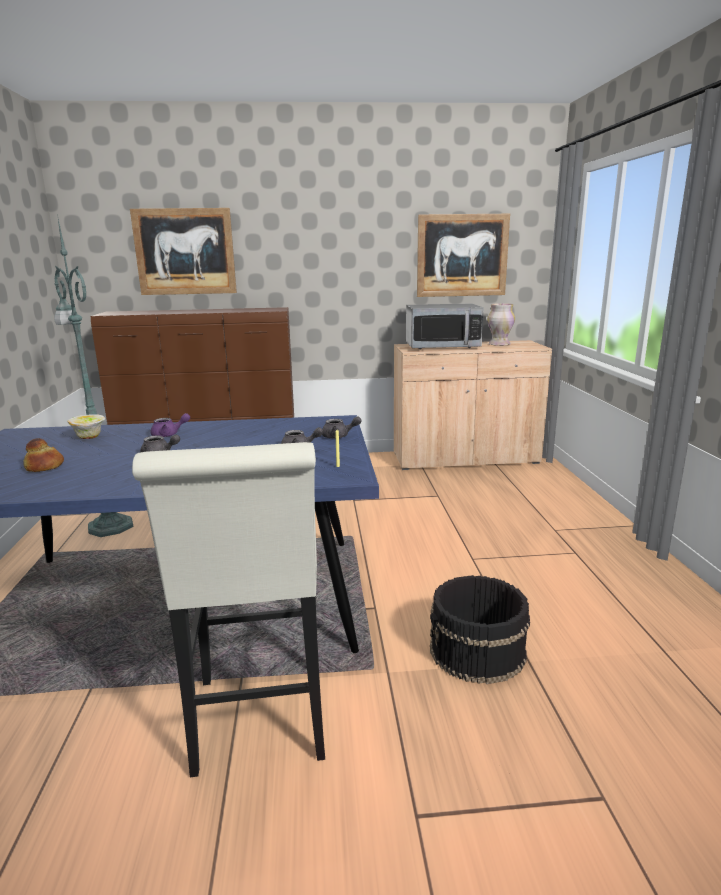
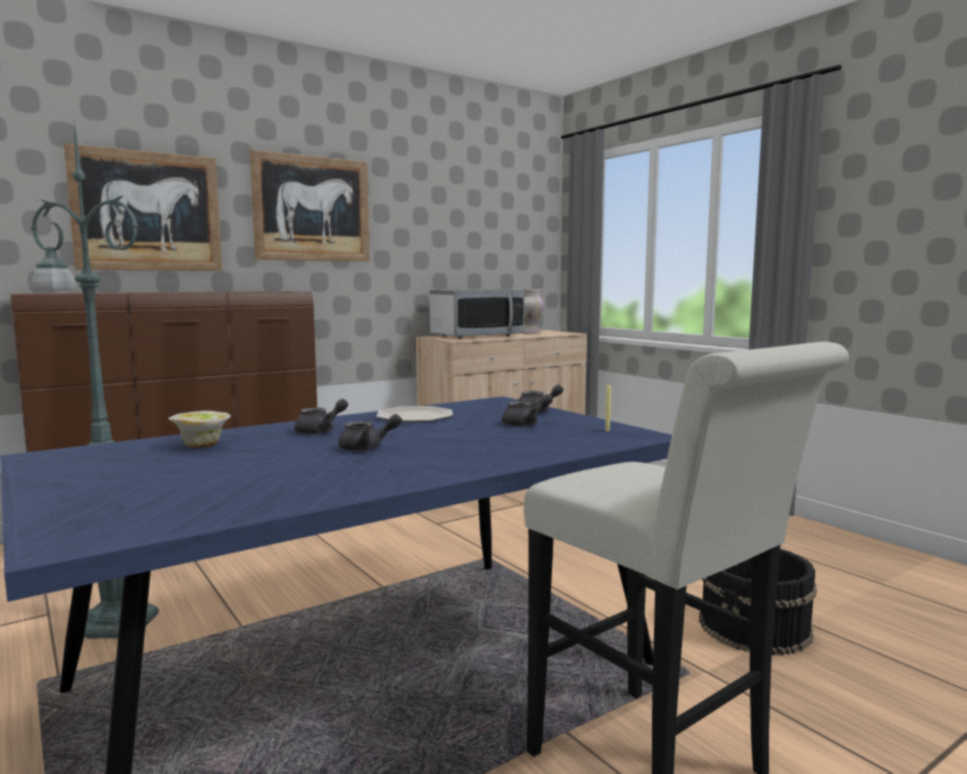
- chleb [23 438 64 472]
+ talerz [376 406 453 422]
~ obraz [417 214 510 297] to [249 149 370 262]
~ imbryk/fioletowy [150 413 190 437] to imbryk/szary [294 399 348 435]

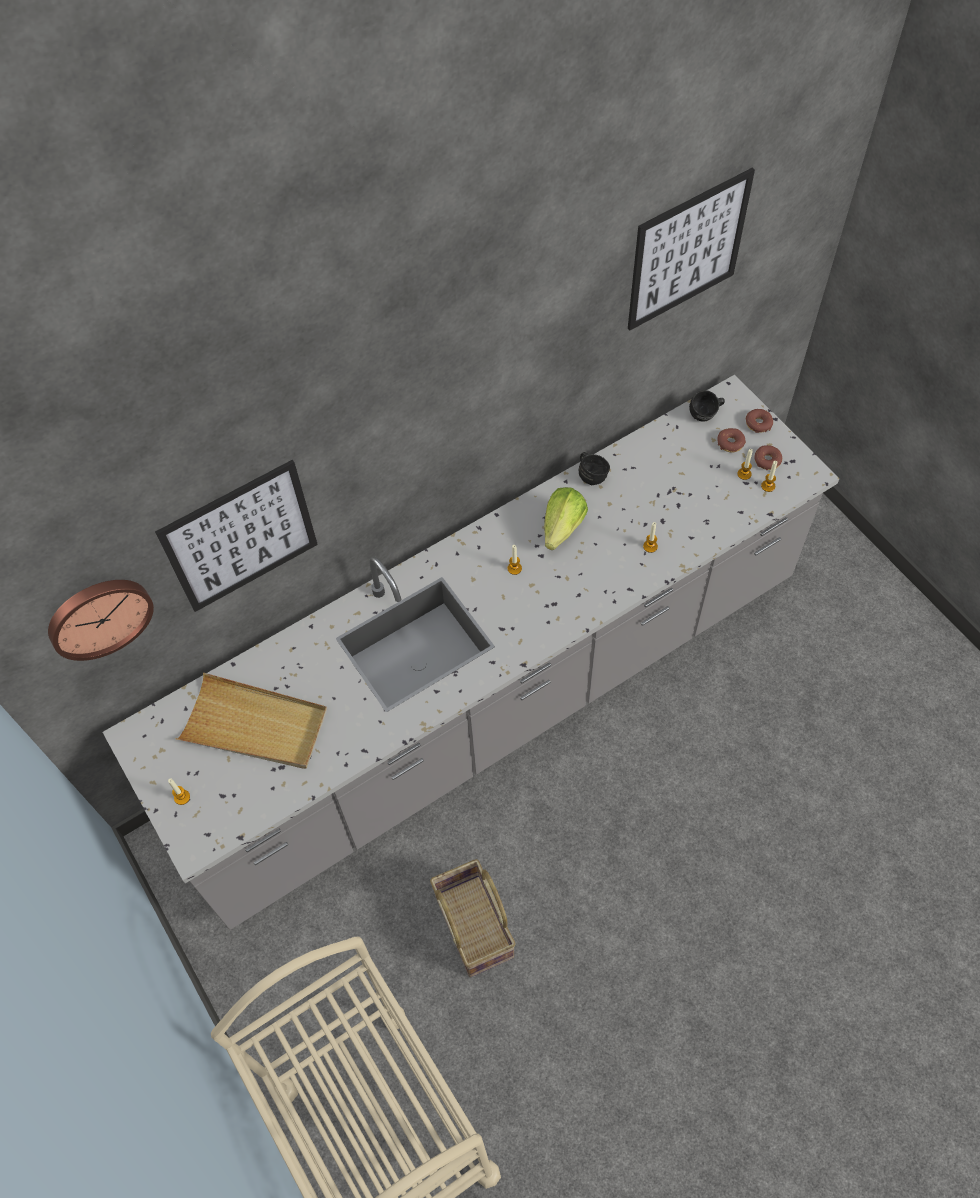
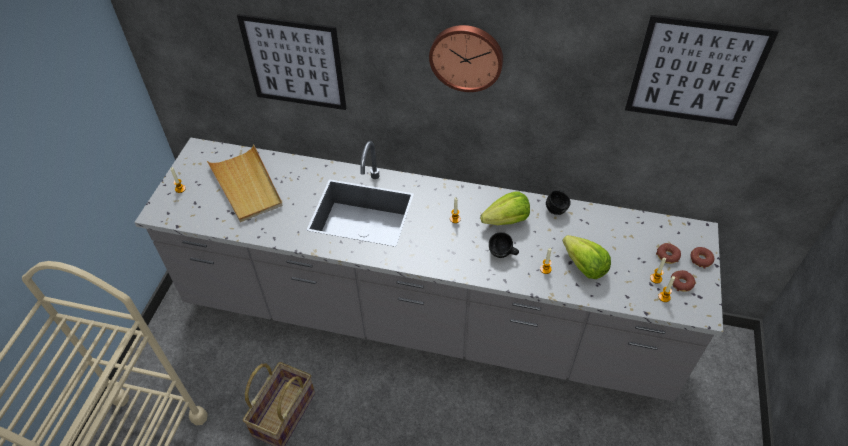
+ sałata [562 235 611 279]
~ zegar ścienny [48 580 154 661] to [429 25 503 92]
~ kubek/czarny [689 390 725 422] to [489 232 519 258]

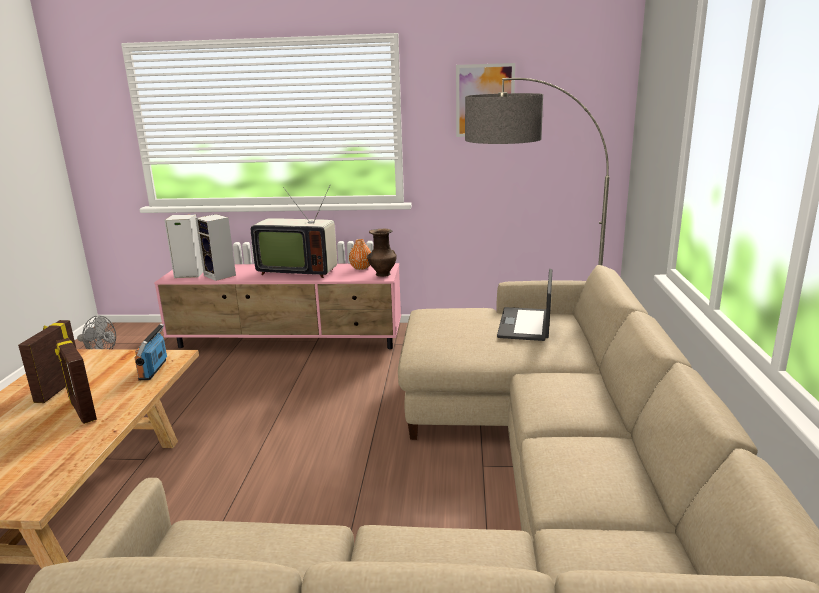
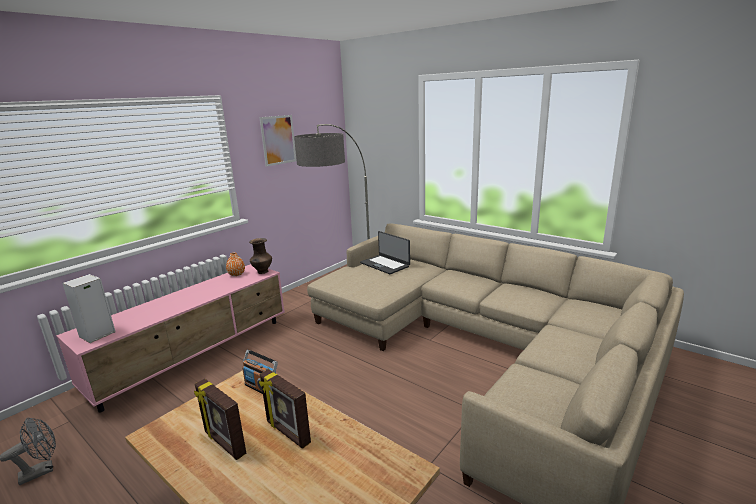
- głośnik [195 214 236 281]
- telewizor [251 186 337 278]
~ ramka na zdjęcie [55 338 97 424] = [259 369 311 449] 45 degrees clockwise

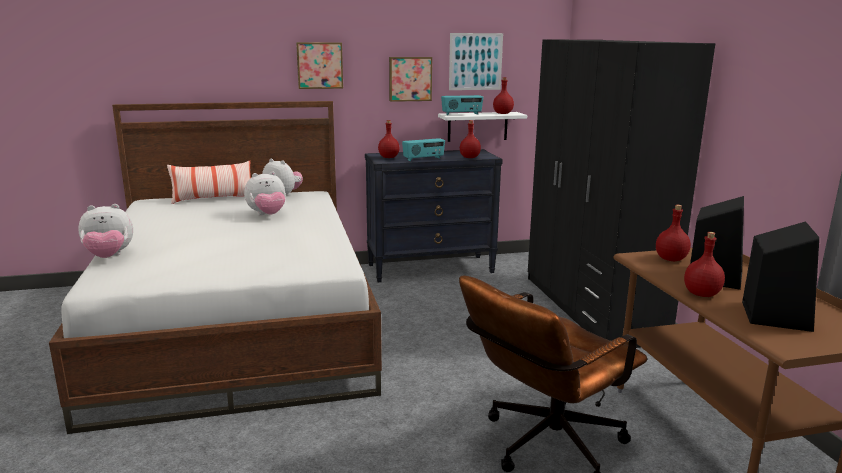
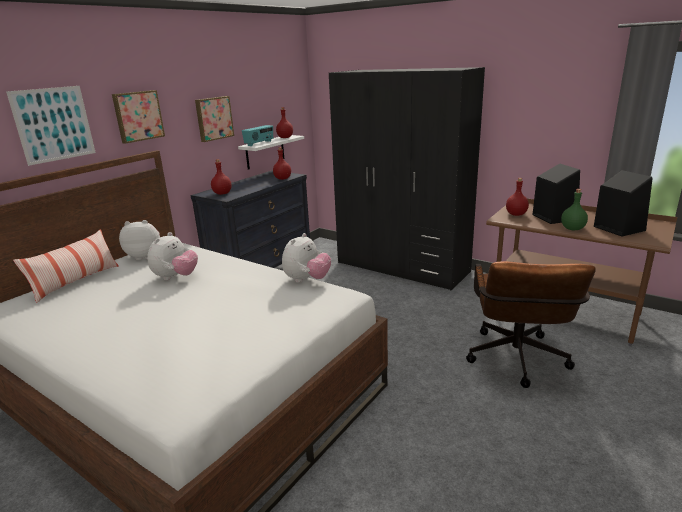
- radio [402 138 445 161]
~ pluszak [78 204 133 258] to [282 233 331 283]
~ obraz [449 33 503 90] to [6 86 96 166]
~ butelka/czerwony [684 232 725 297] to butelka/zielony [561 189 588 230]

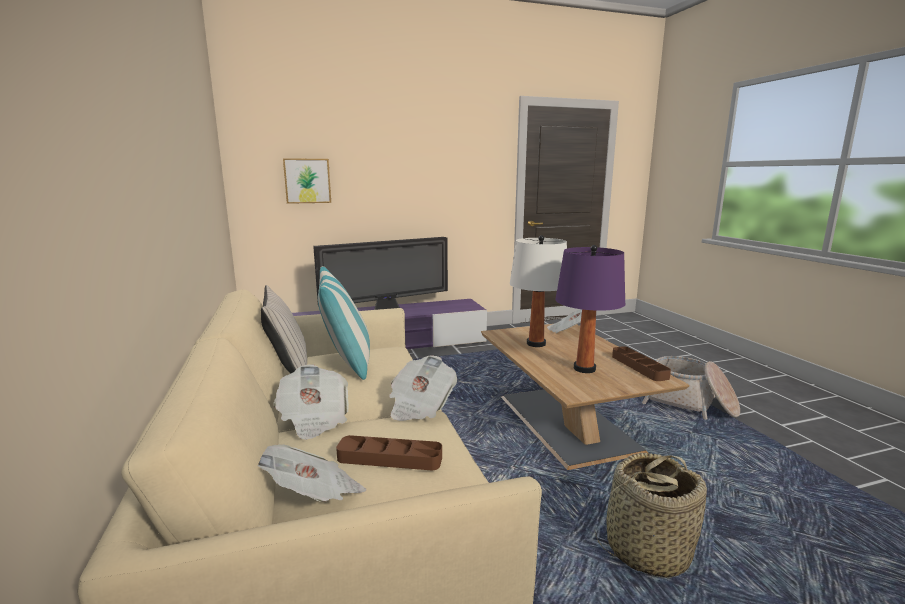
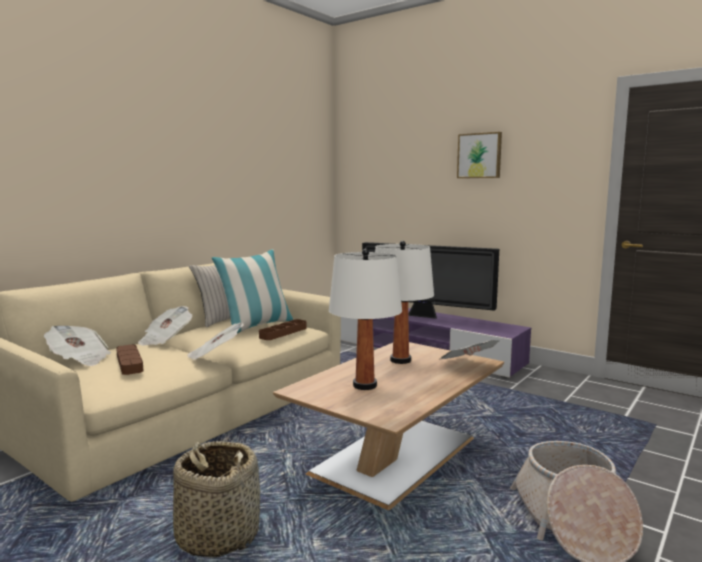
~ obraz [283 158 331 204] to [457 132 502 178]
~ taca/brązowy [612 346 671 381] to [259 319 307 340]
~ lampa stołowa/fioletowy [555 245 625 373] to lampa stołowa/biały [329 249 402 390]

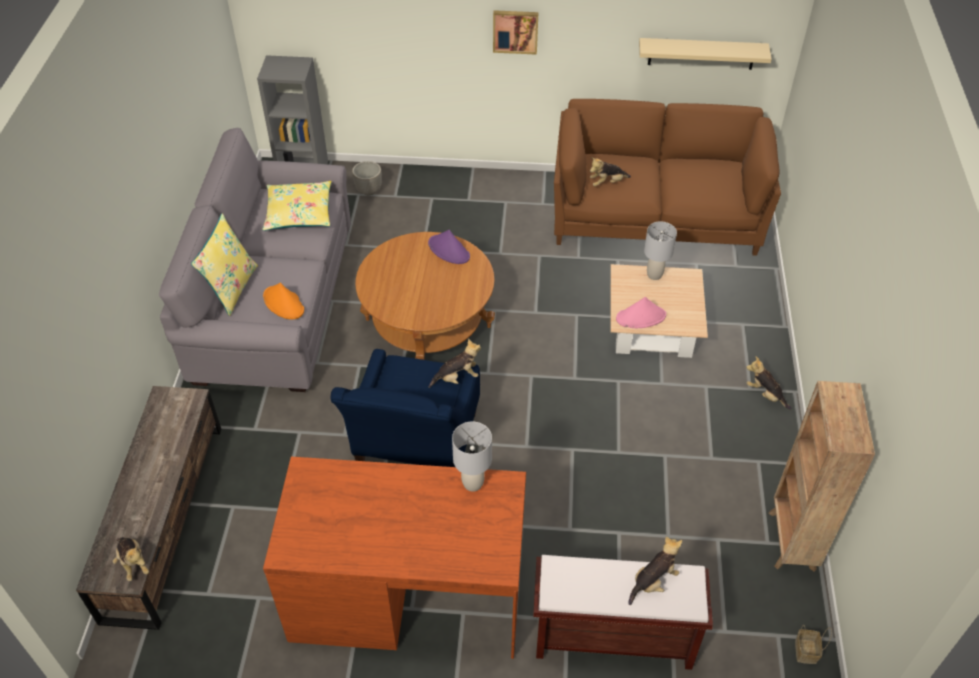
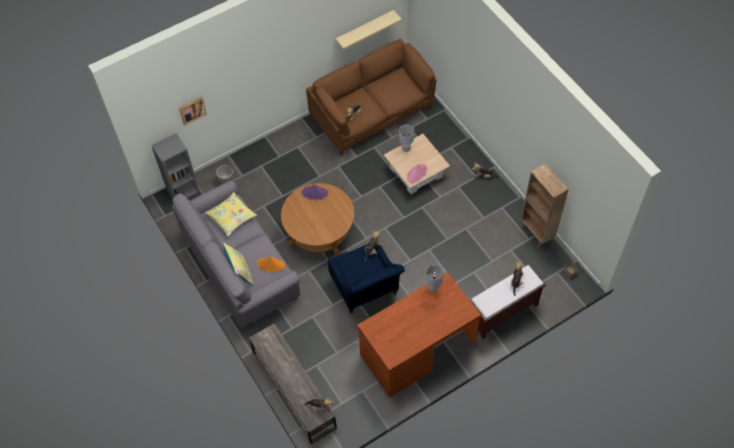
~ obraz [493 10 538 55] to [179 97 207 125]

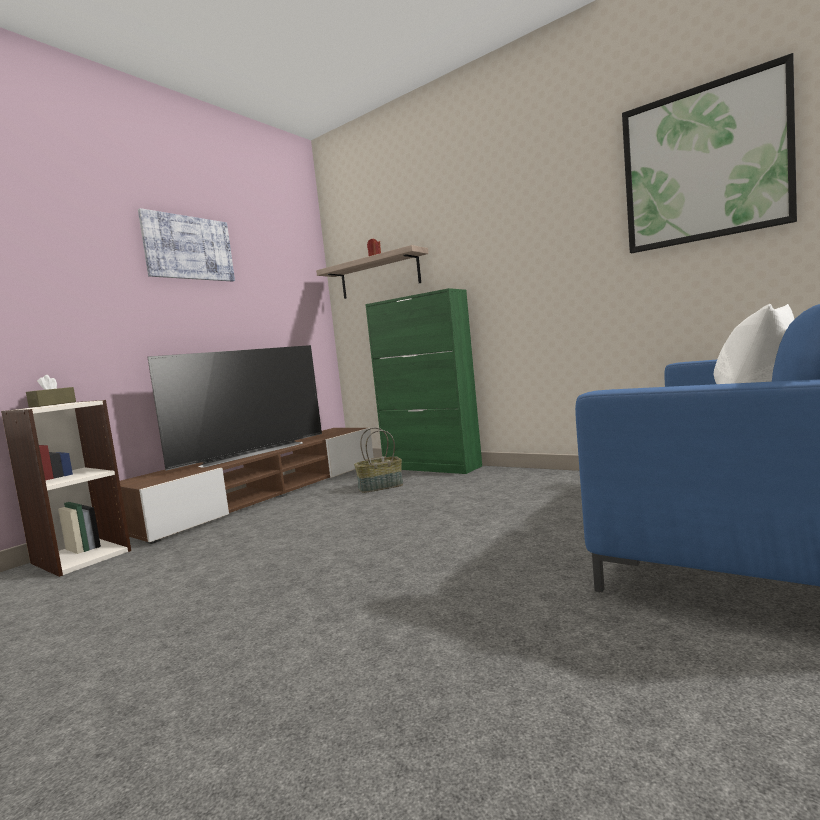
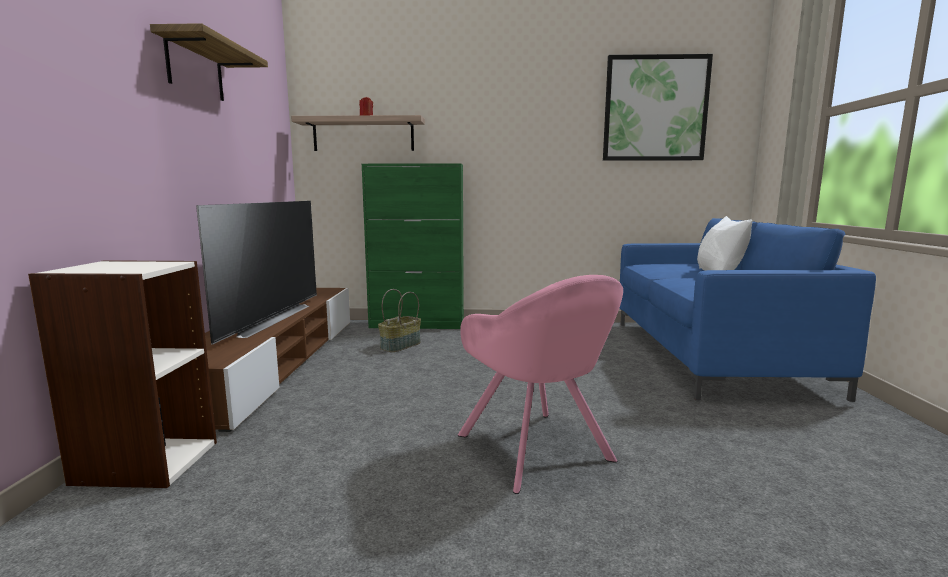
- pudełko chusteczek/brązowy [26 375 76 407]
+ fotel/różowy [458 275 623 494]
~ obraz [138 208 235 281] to półka [150 23 268 101]

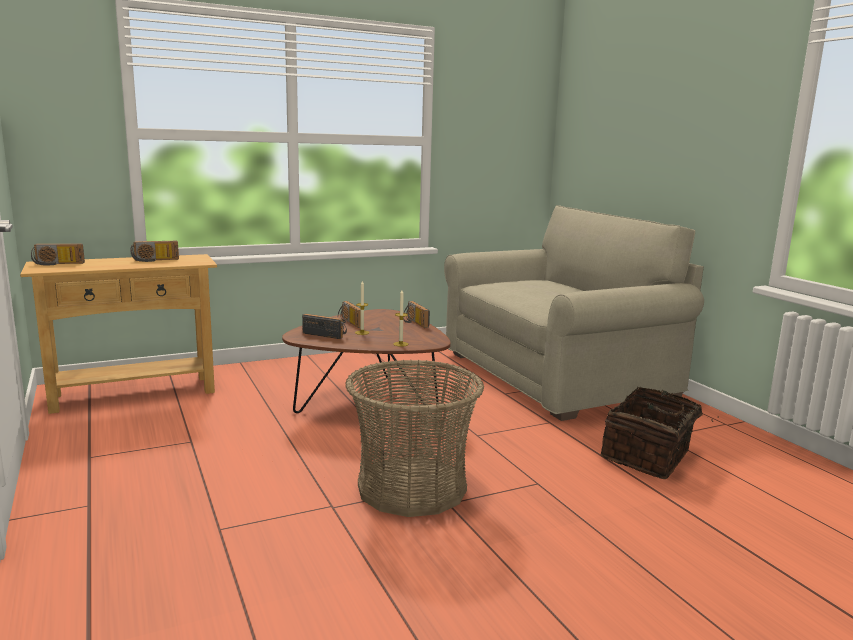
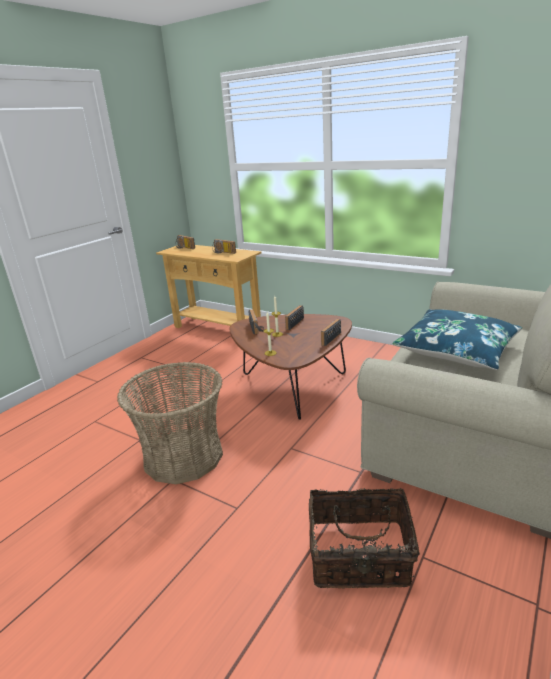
+ poduszka/niebieski [392 309 522 370]

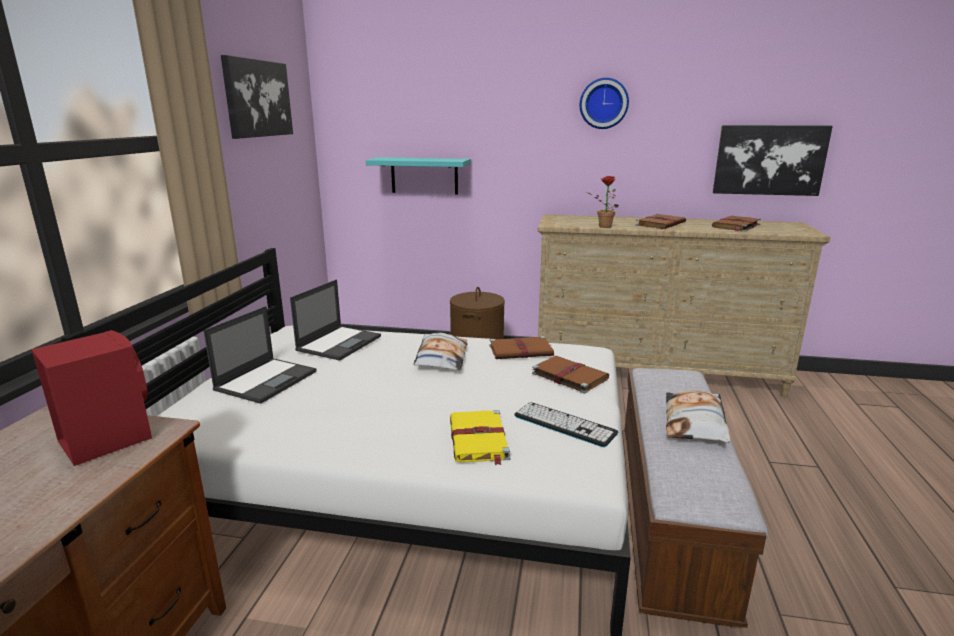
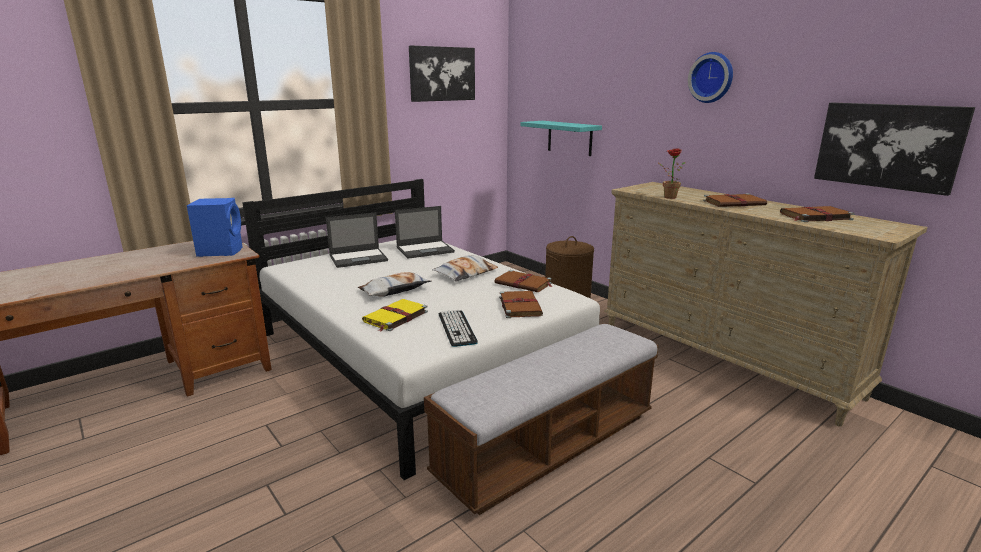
~ poduszka [666 391 730 443] to [358 272 431 297]
~ głośnik/czerwony [31 330 152 466] to głośnik/niebieski [187 198 243 257]

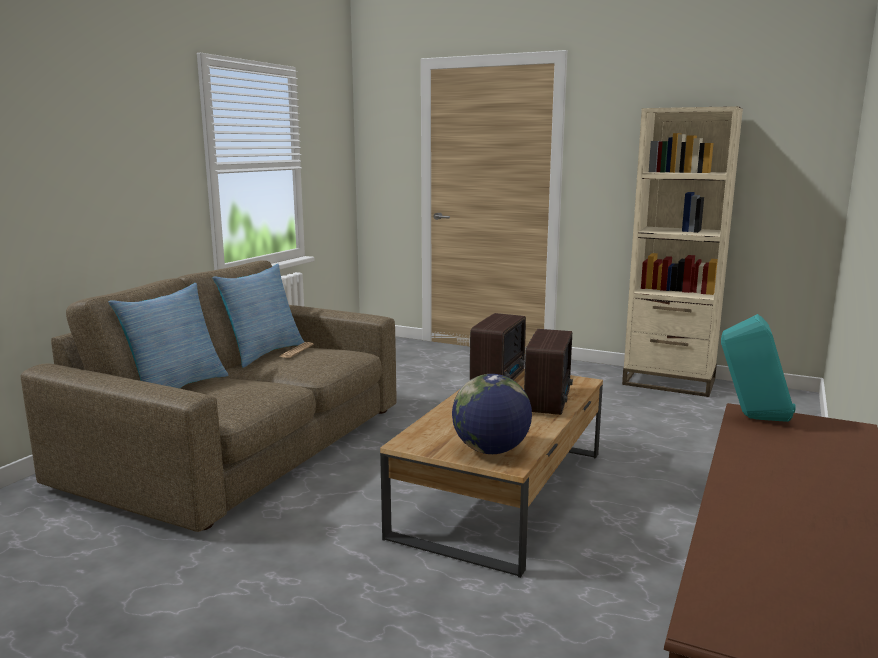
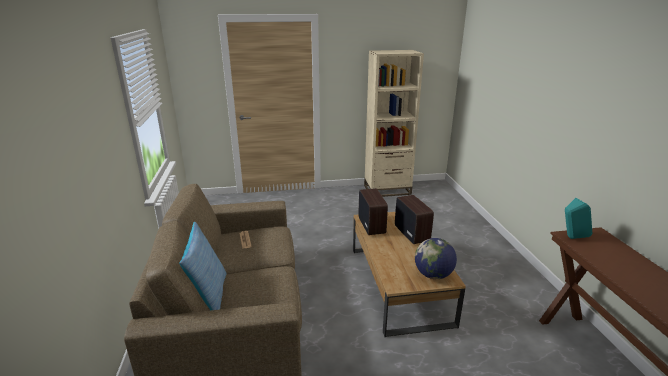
- poduszka [212 264 304 368]

